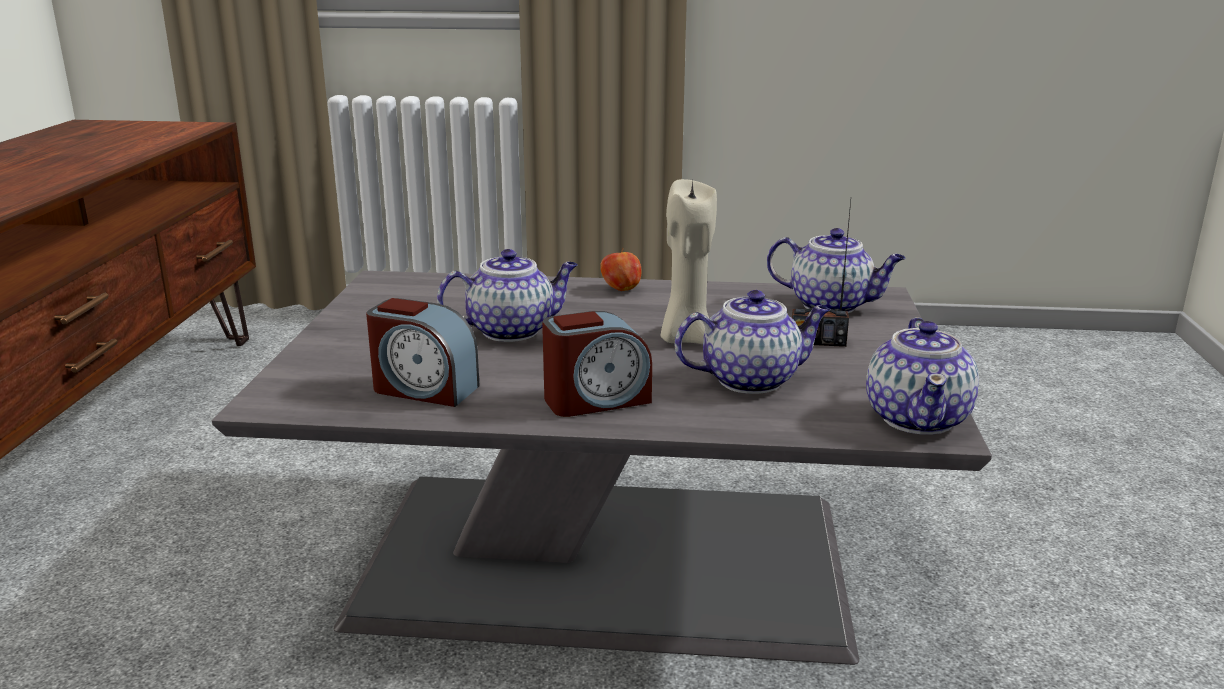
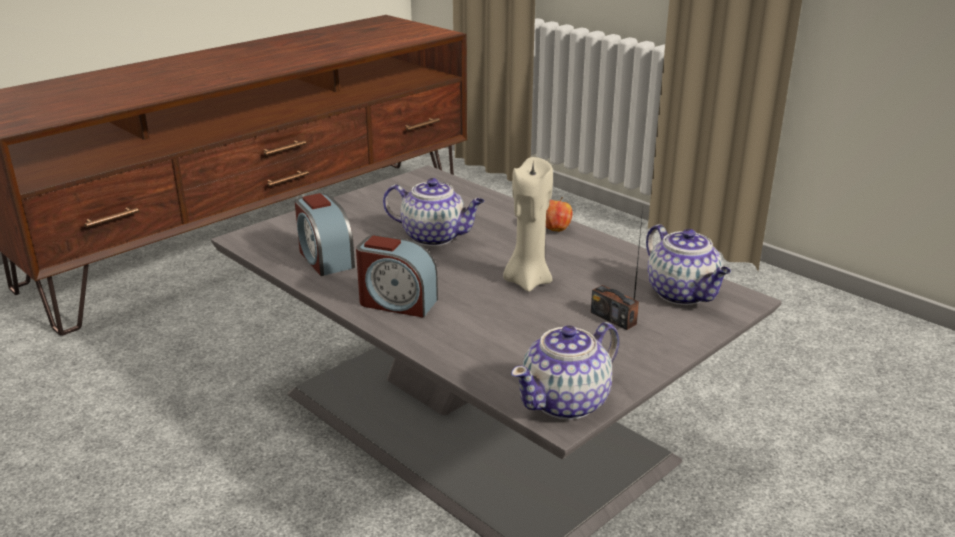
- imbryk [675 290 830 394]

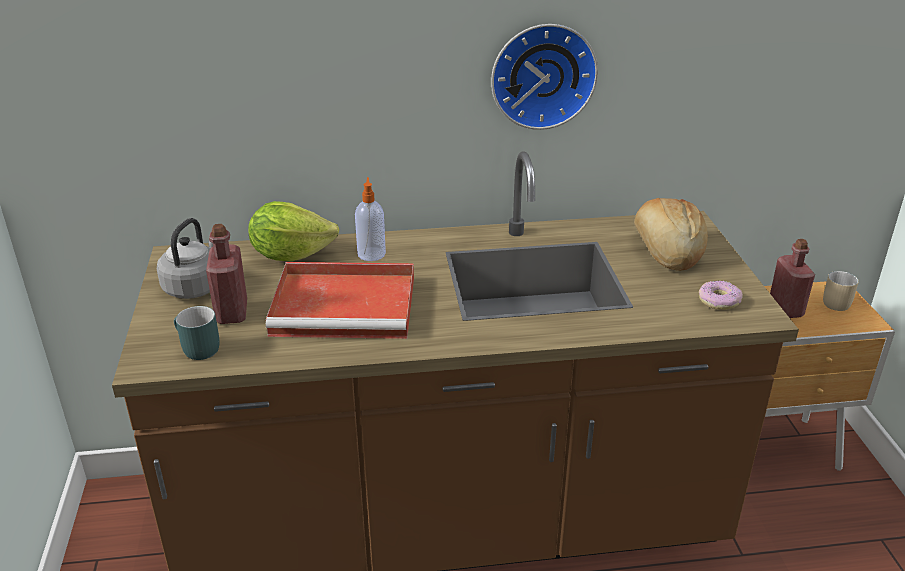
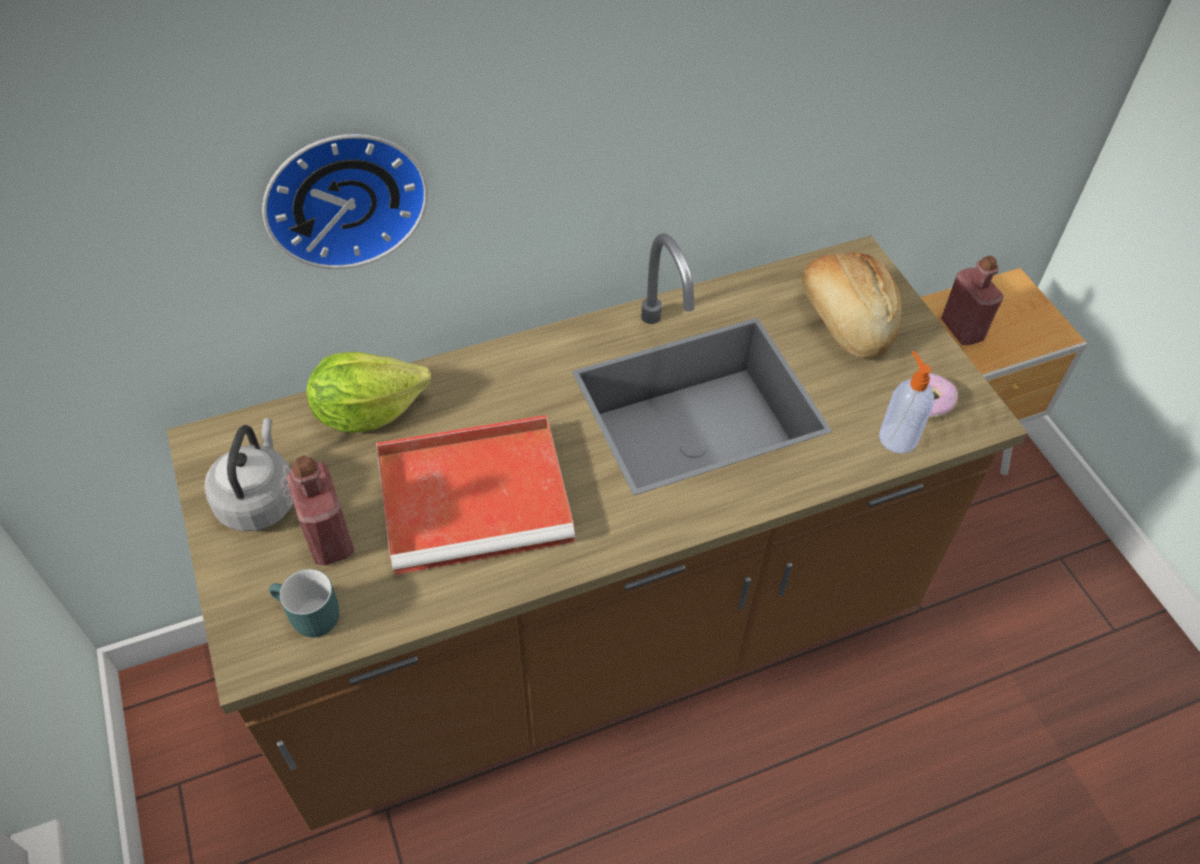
- kubek/beżowy [823 271 859 311]
~ dozownik mydła [355 177 386 261] to [879 351 934 453]
~ zegar ścienny [491 24 598 130] to [262 134 428 269]

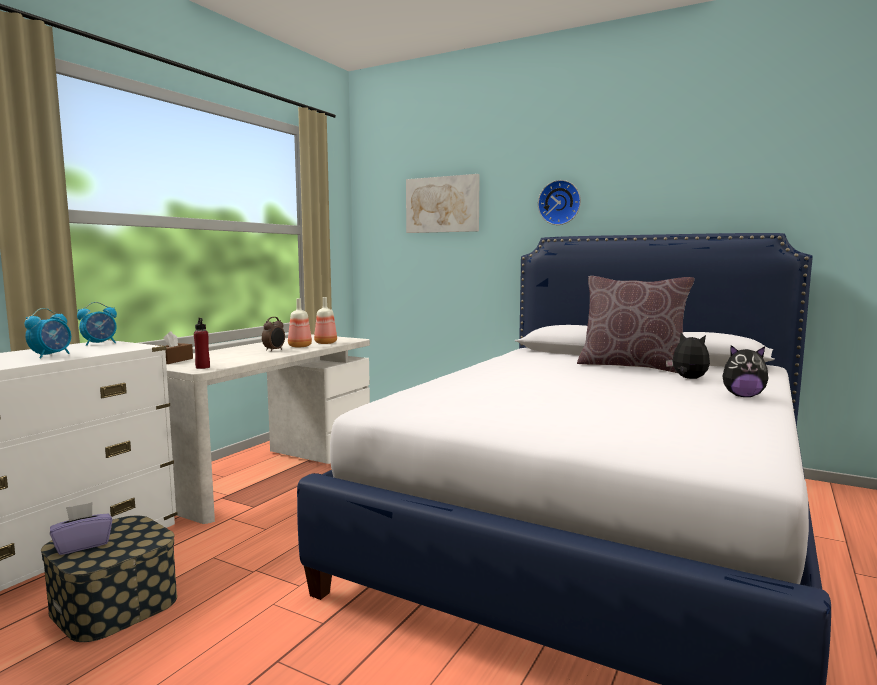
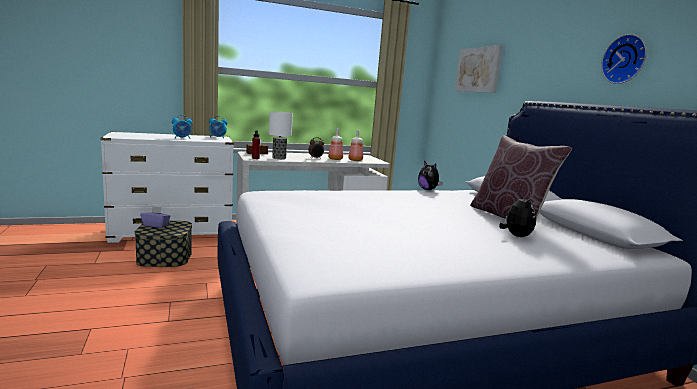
+ lampa stołowa [269 111 293 159]
~ zegar ścienny [538 180 581 225] to [601 34 647 84]
~ pluszak [723 345 769 397] to [418 161 443 190]

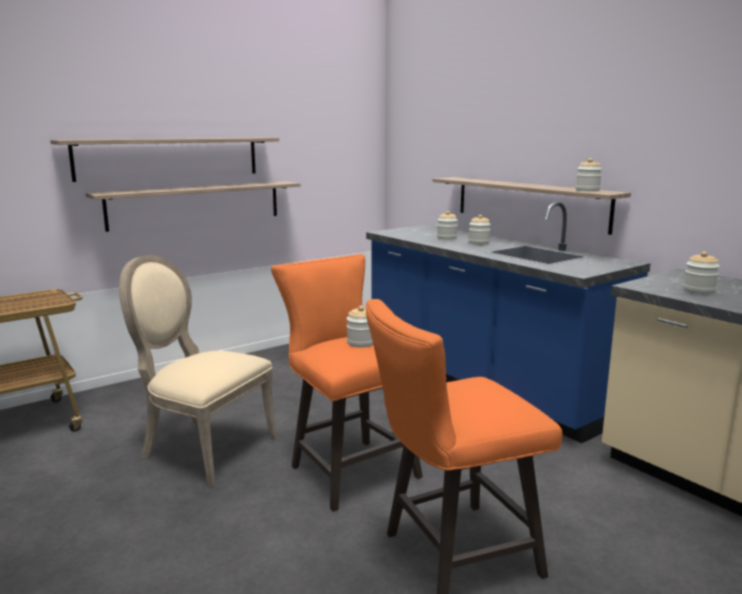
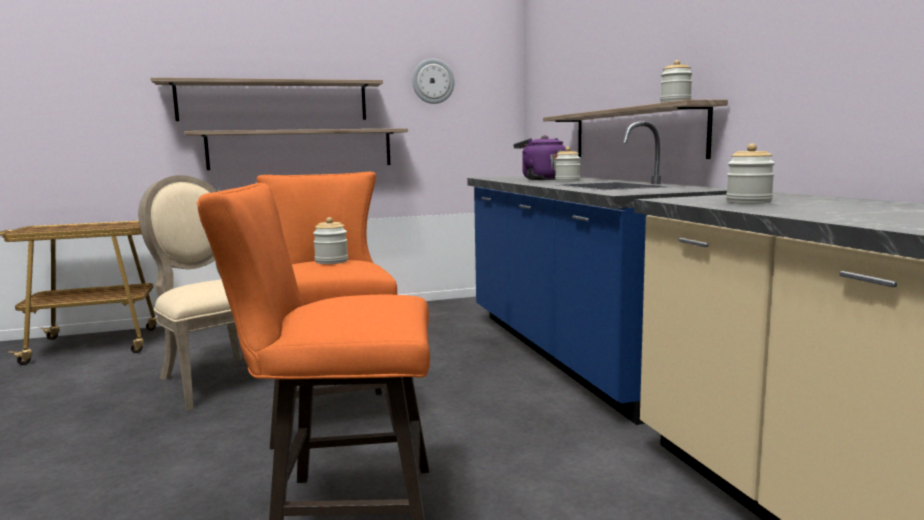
+ zegar ścienny [412 59 454 104]
~ słoik [437 211 458 240] to czajnik/fioletowy [514 135 566 180]

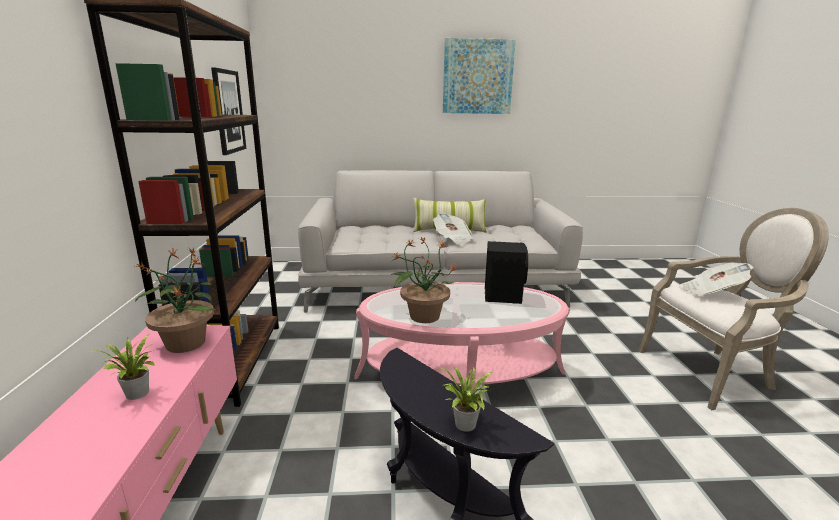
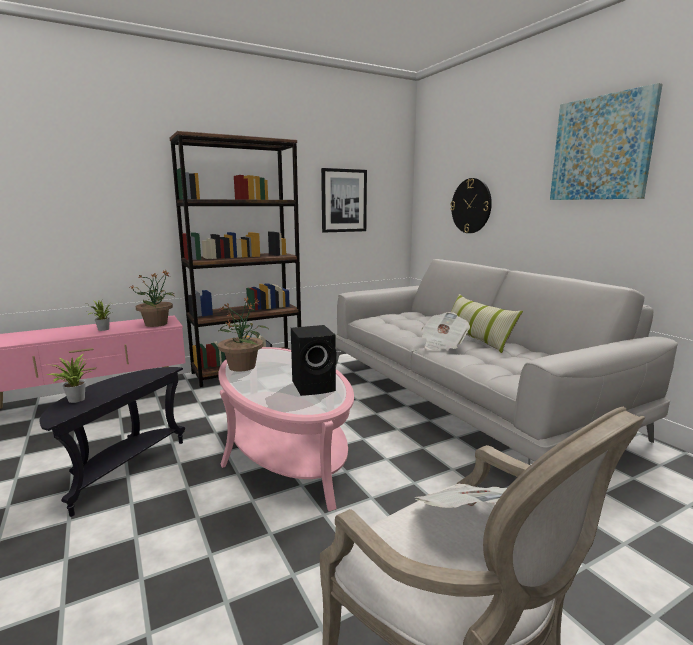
+ zegar ścienny [450 178 492 233]

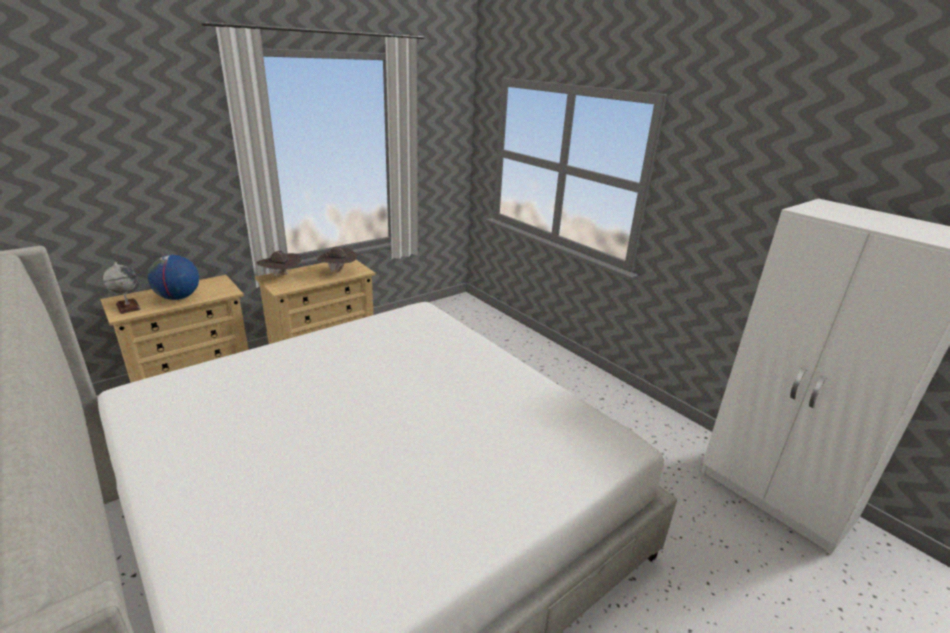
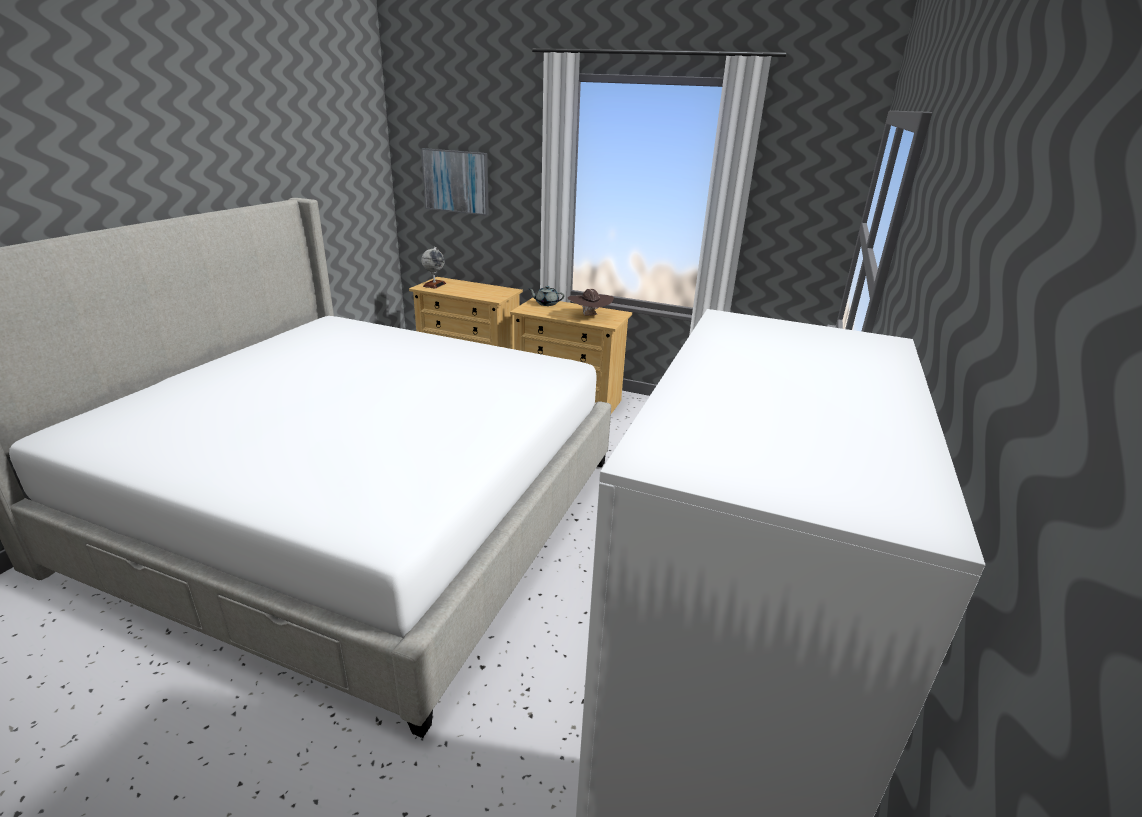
- globus [148 255 199 300]
+ obraz [421 148 489 216]
~ kapelusz/brązowy [257 251 301 277] to imbryk/szary [528 286 565 306]

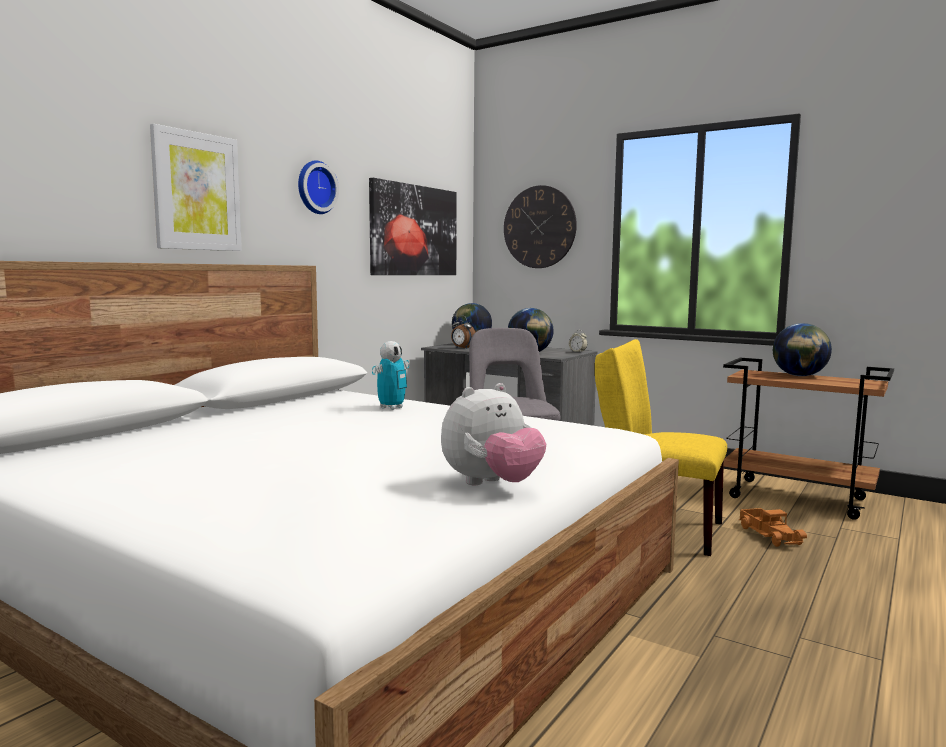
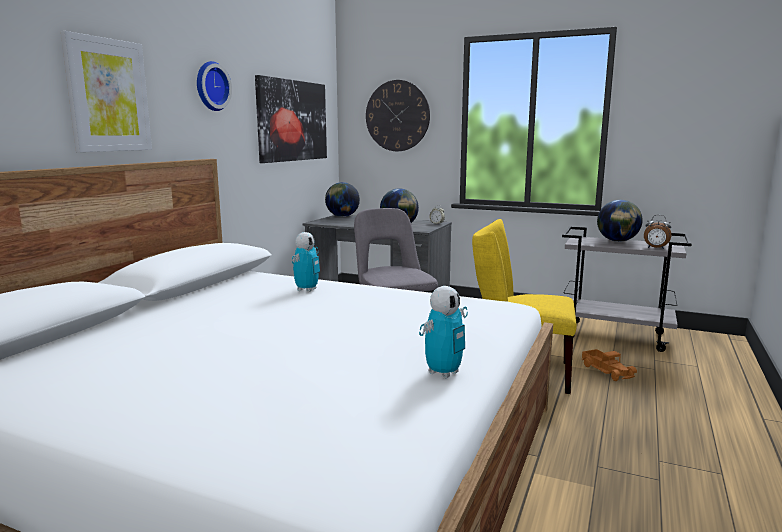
~ budzik [451 315 475 348] to [644 215 672 249]
~ pluszak [441 383 546 485] to robot zabawkowy [419 286 468 379]
~ wózek/brązowy [723 358 894 520] to wózek/szary [562 226 692 352]

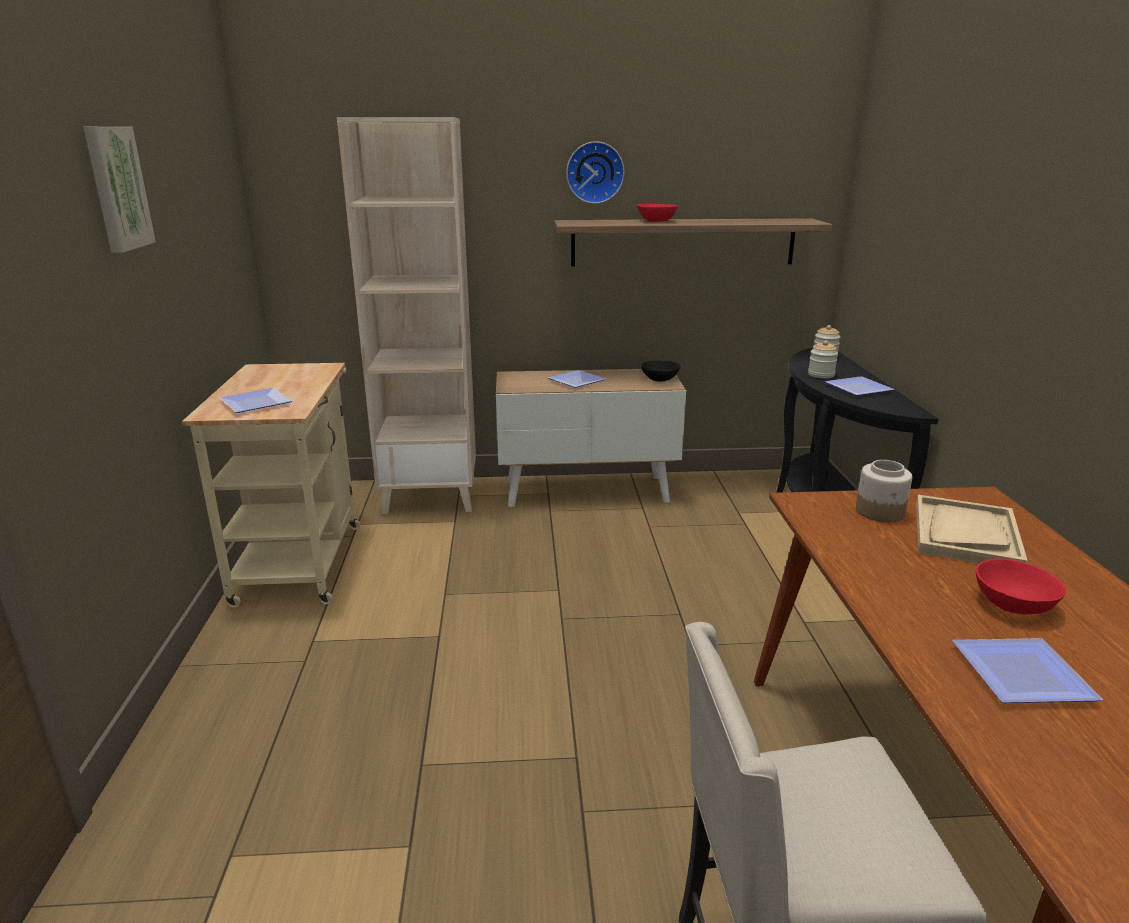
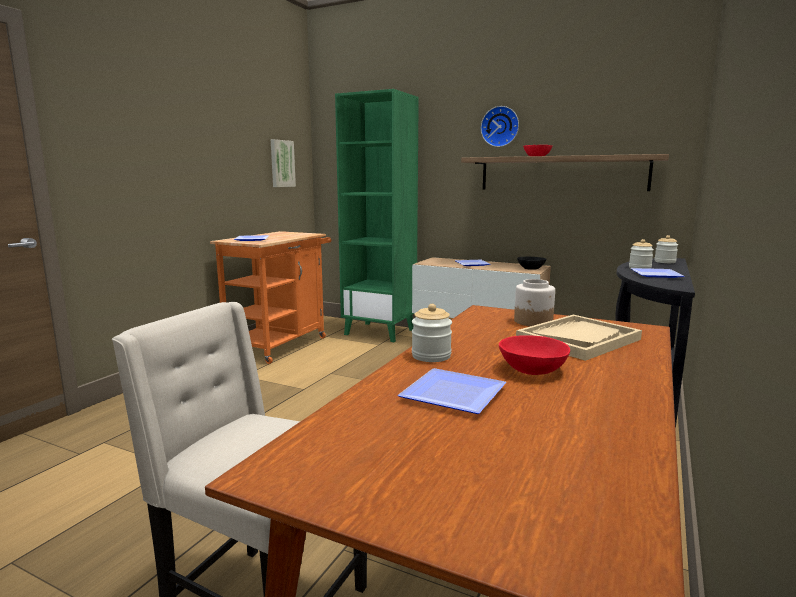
+ słoik [412 304 452 362]
~ obraz [83 127 156 253] to [271 139 296 187]
~ wózek/beżowy [182 363 360 608] to wózek/pomarańczowy [210 231 331 364]
~ regał/beżowy [337 117 476 514] to regał/zielony [335 89 419 342]

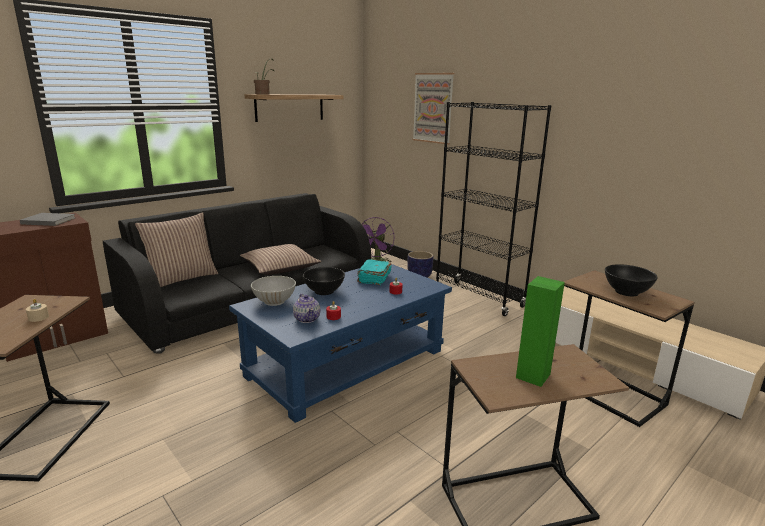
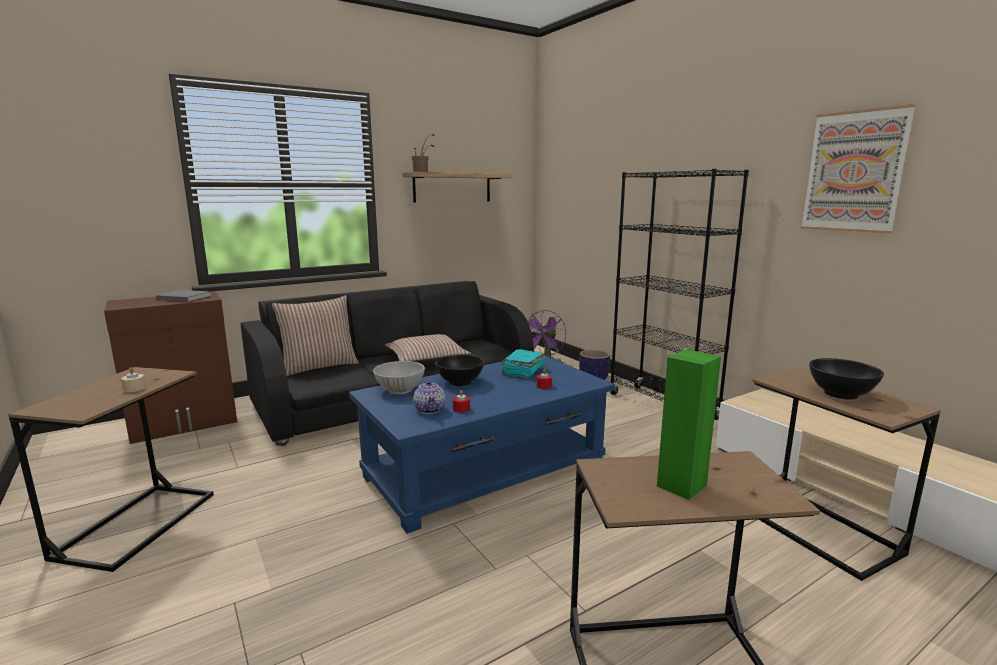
~ obraz [412 73 454 145] to [801 104 916 234]

